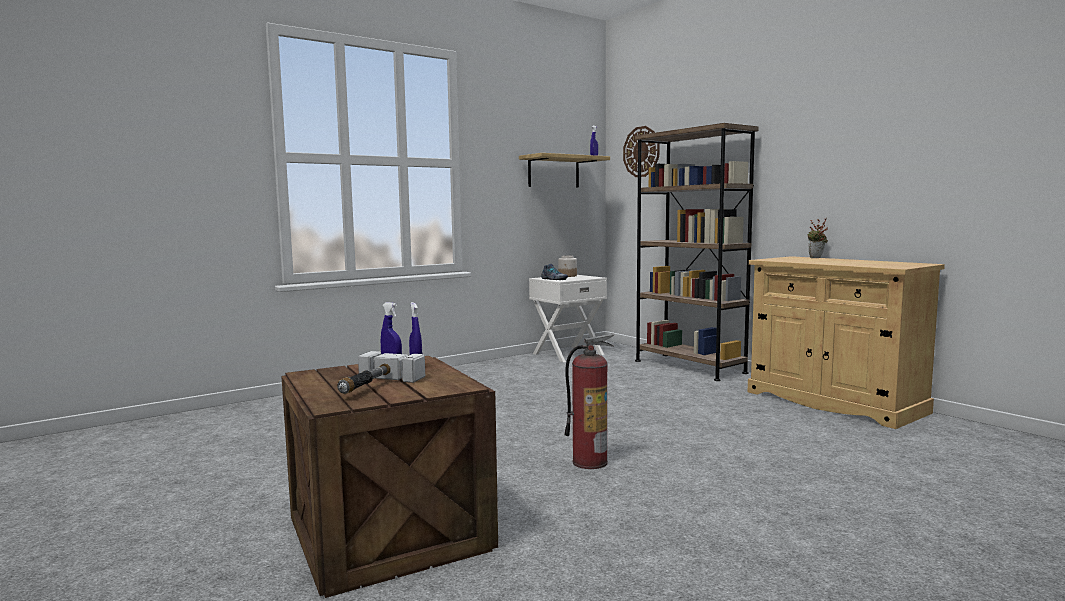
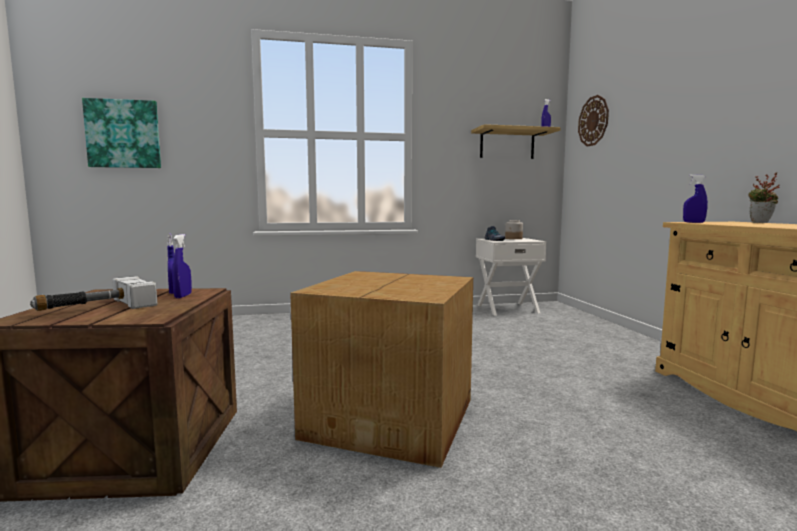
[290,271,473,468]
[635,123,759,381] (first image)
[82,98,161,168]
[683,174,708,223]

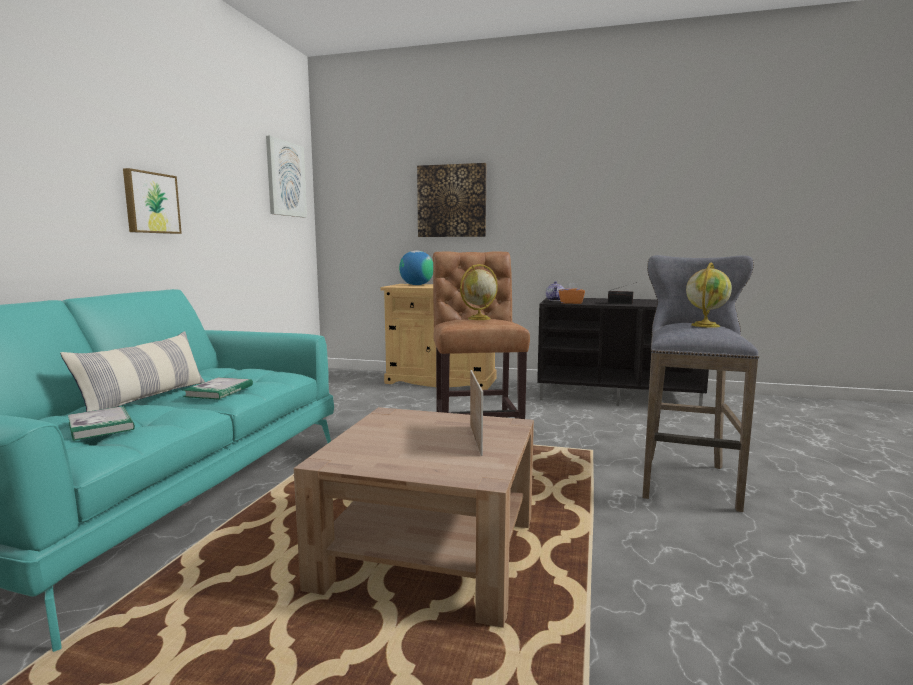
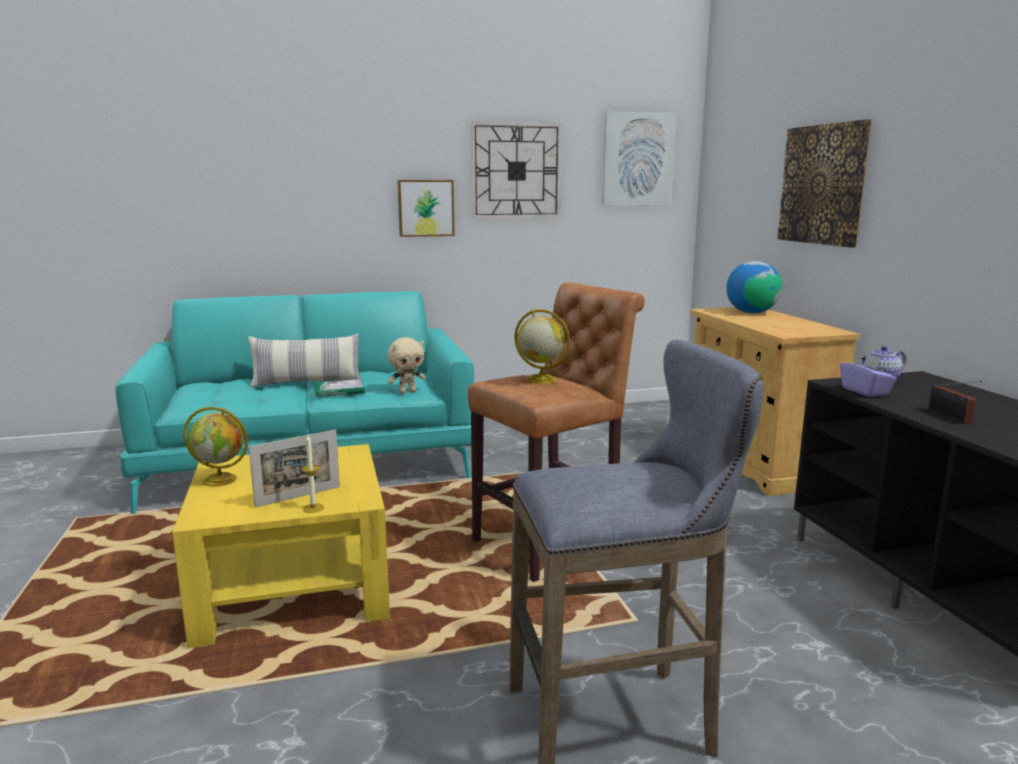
[68,406,135,441] (first image)
[172,444,390,648]
[840,354,897,397]
[184,407,248,487]
[301,435,324,513]
[387,338,426,394]
[471,121,562,219]

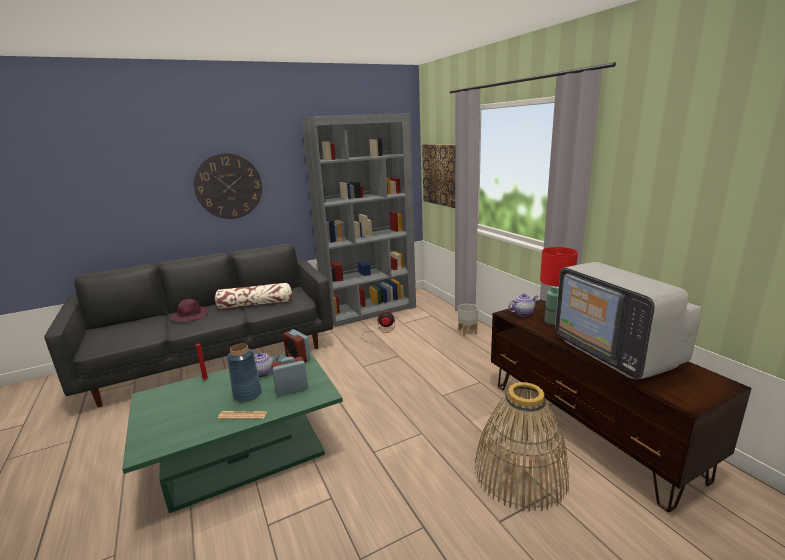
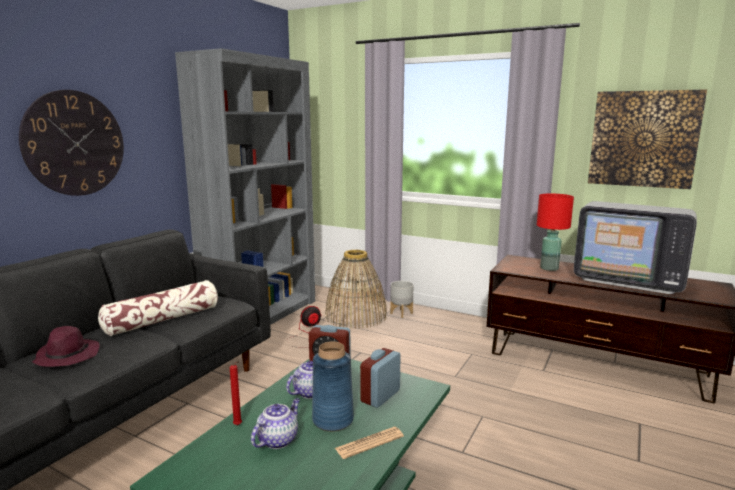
[588,89,707,189]
[325,250,387,329]
[251,398,300,449]

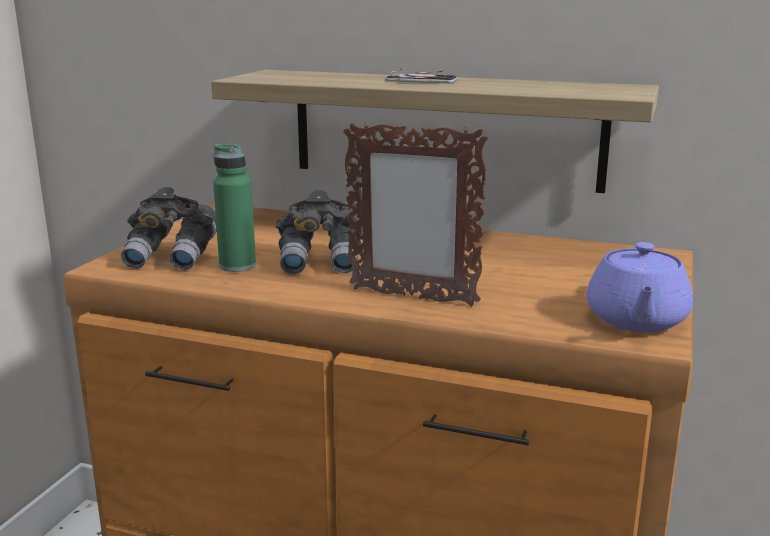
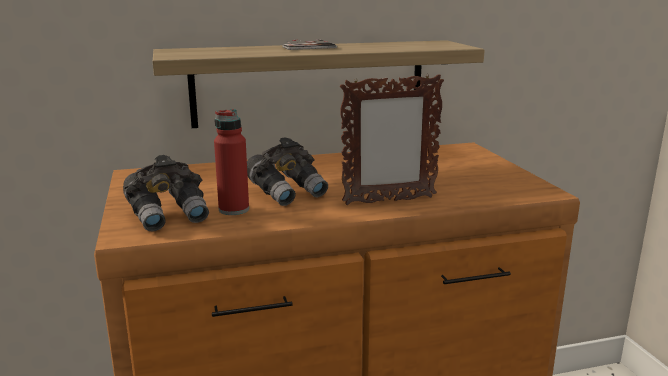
[214,109,249,215]
[587,242,693,332] (first image)

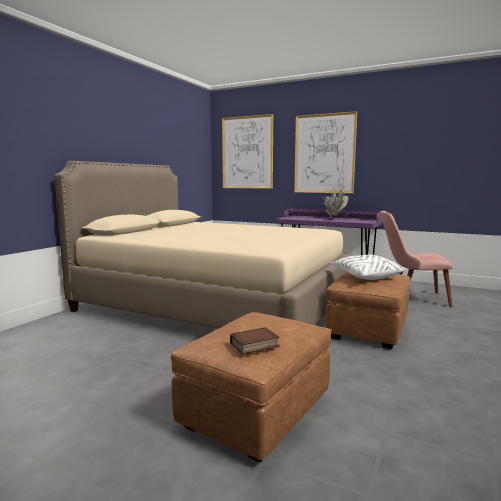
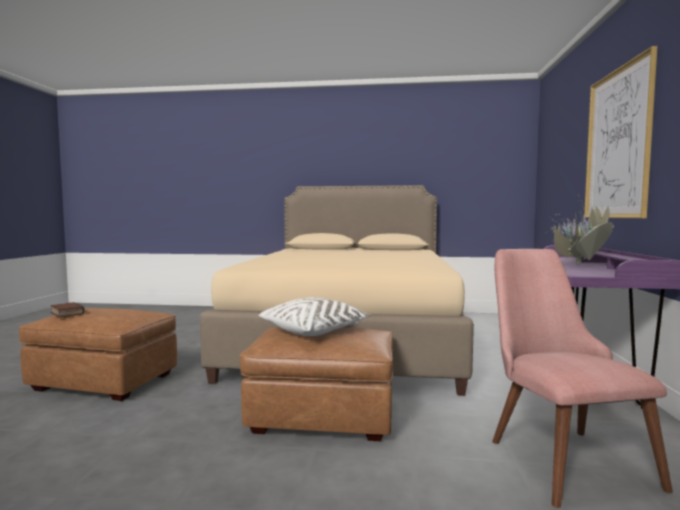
[222,114,273,189] (first image)

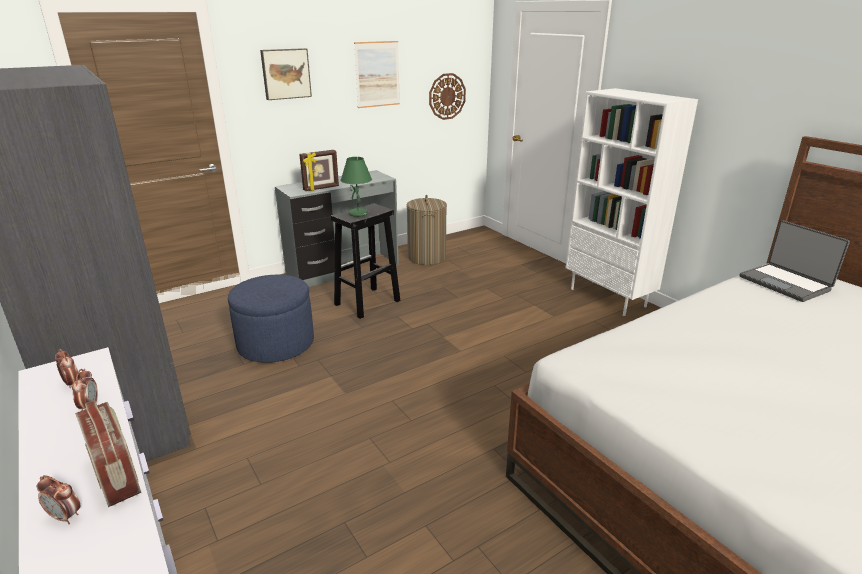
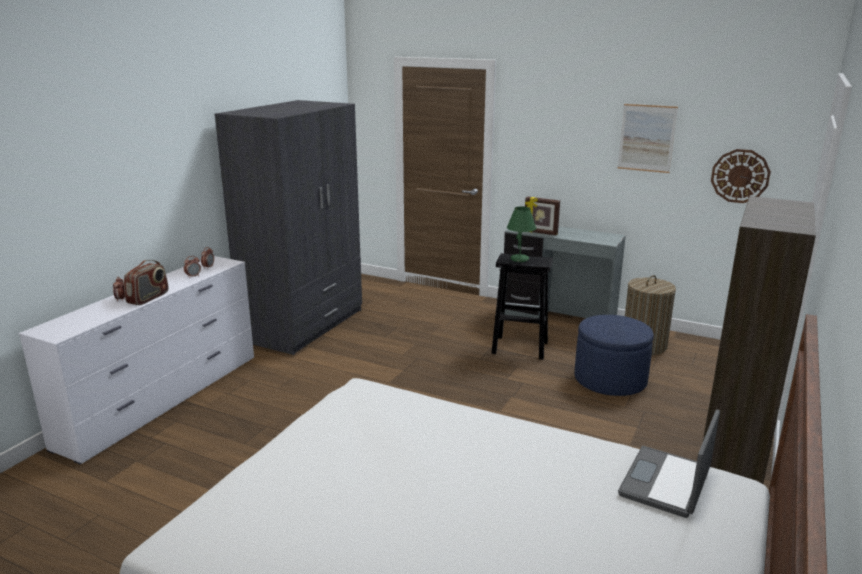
[574,315,654,396]
[260,48,312,100] (first image)
[703,196,816,484]

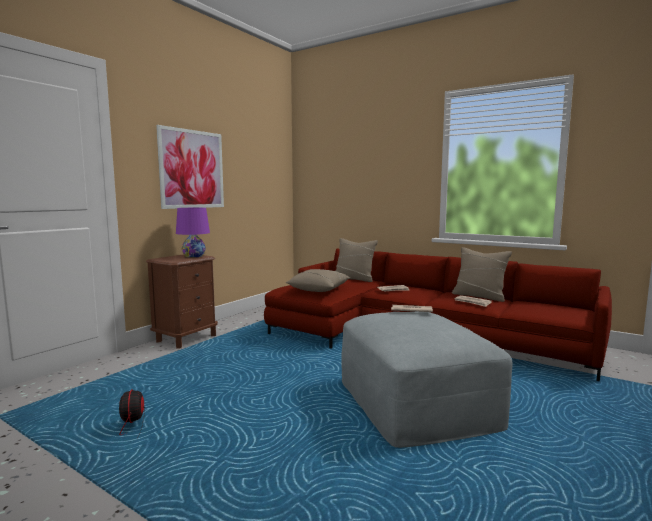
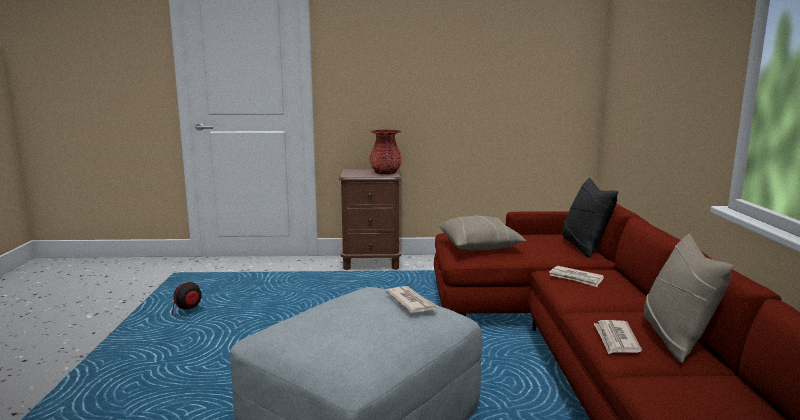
[156,125,224,209] (first image)
[370,130,402,174]
[563,178,618,258]

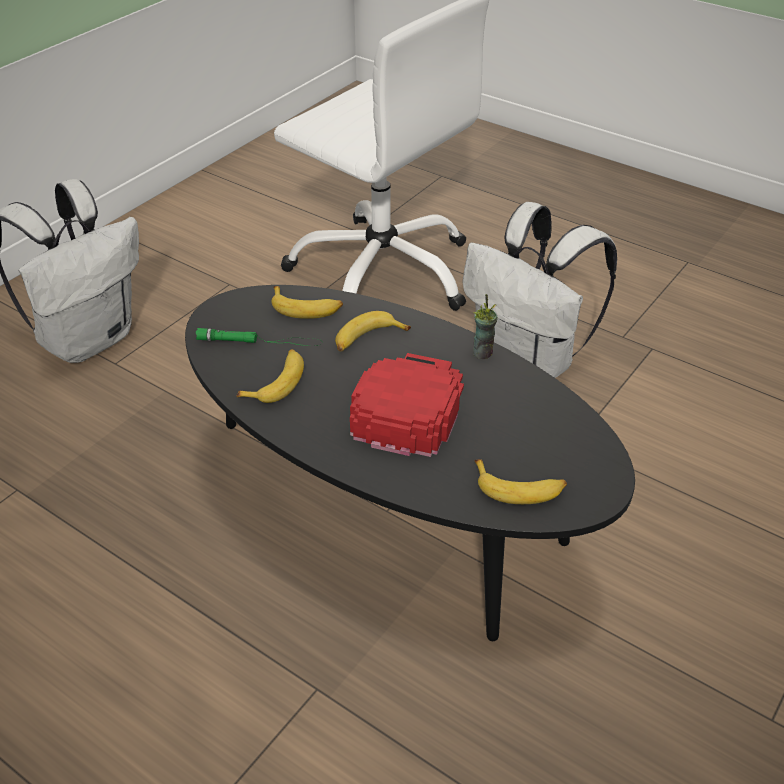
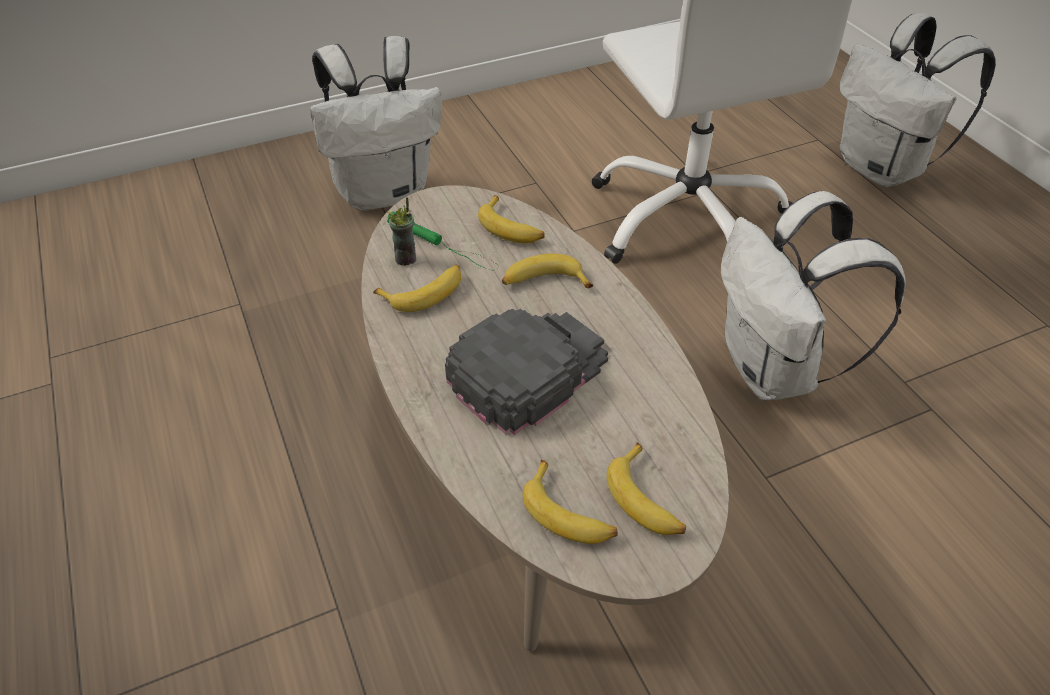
[361,185,729,651]
[445,308,608,435]
[387,197,416,266]
[606,442,686,535]
[840,13,996,187]

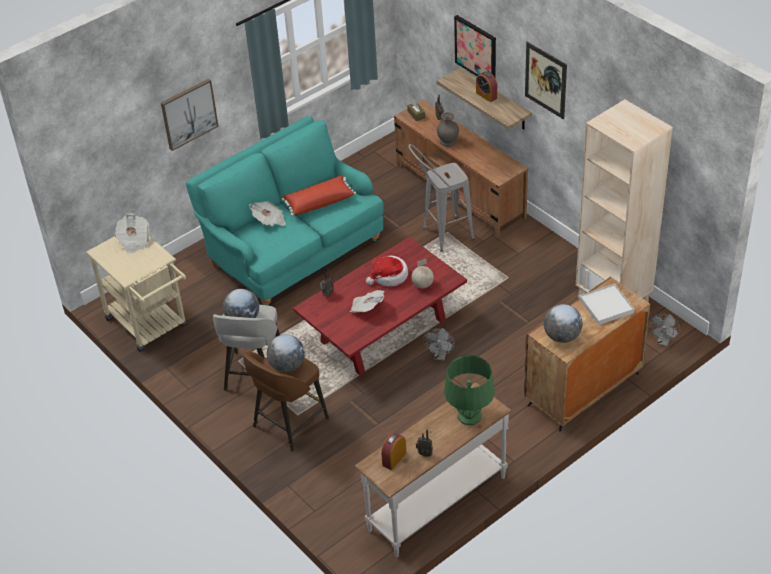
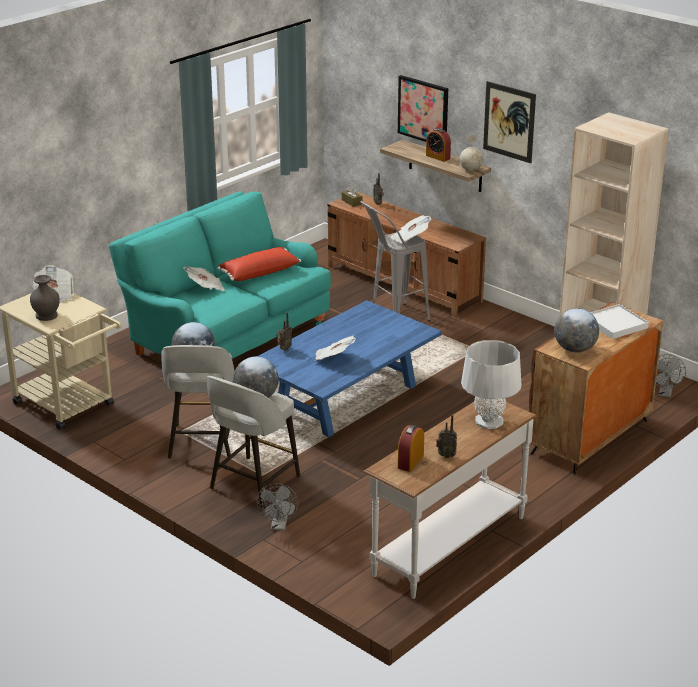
[161,79,219,151] (first image)
[207,376,301,509]
[257,300,442,438]
[366,256,408,286] (first image)
[460,134,483,171]
[256,483,298,531]
[30,275,60,321]
[461,340,522,429]
[390,215,432,244]

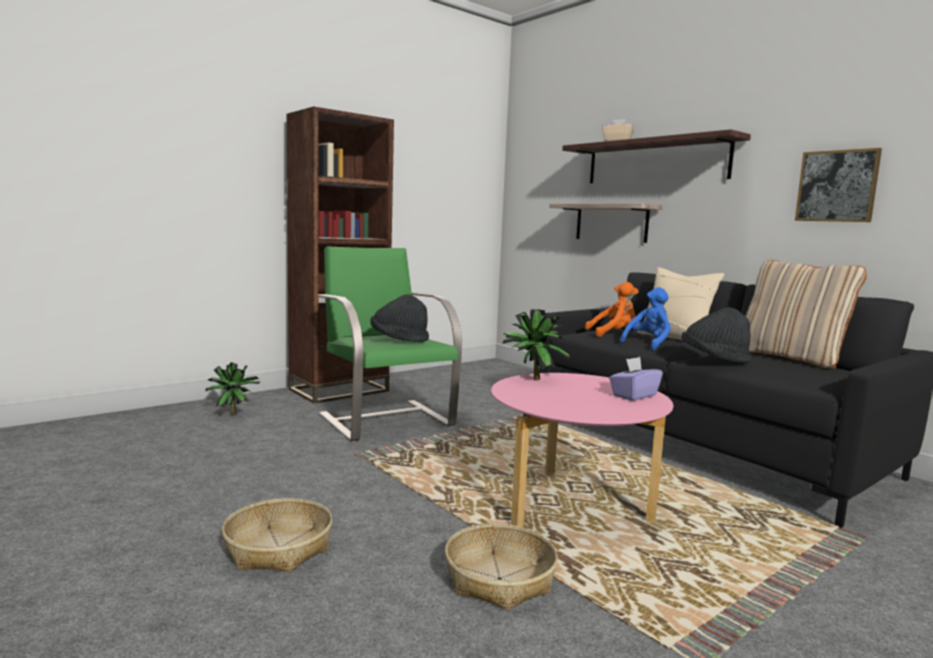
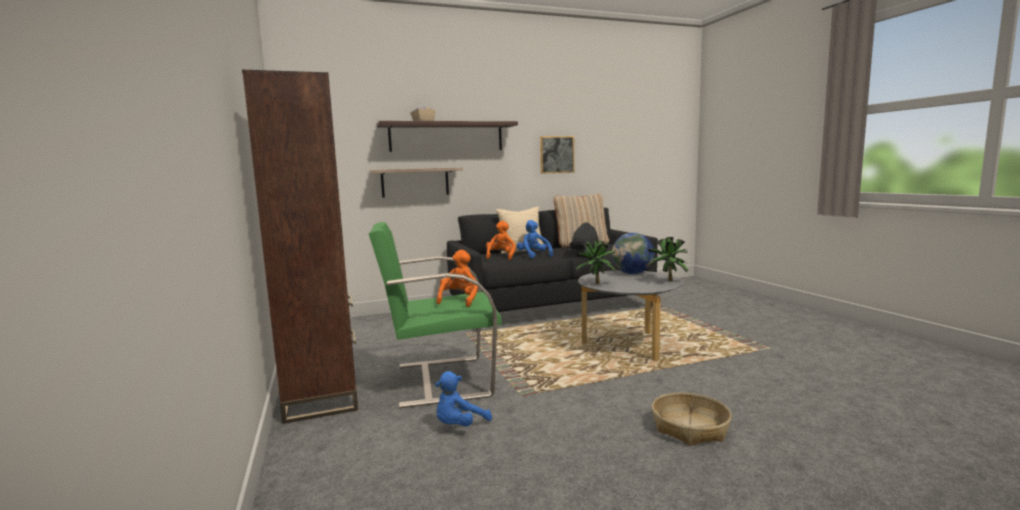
[648,237,689,281]
[436,250,478,307]
[445,523,558,611] (first image)
[578,270,683,361]
[612,233,654,274]
[435,371,492,427]

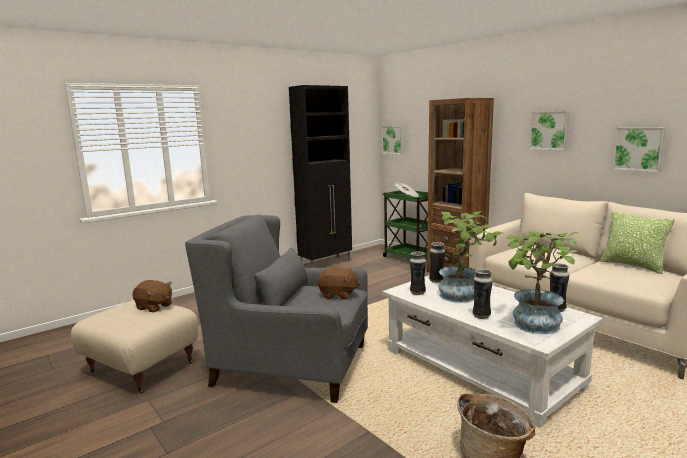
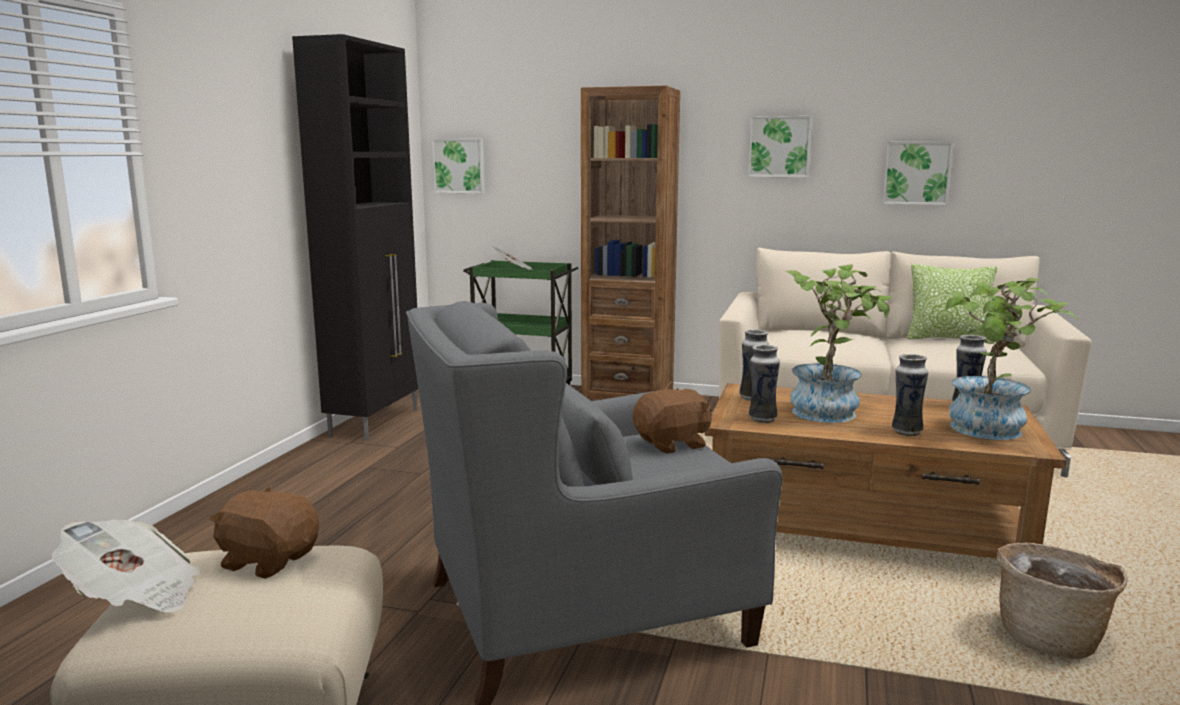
[209,486,319,579]
[705,383,1067,559]
[51,520,201,612]

